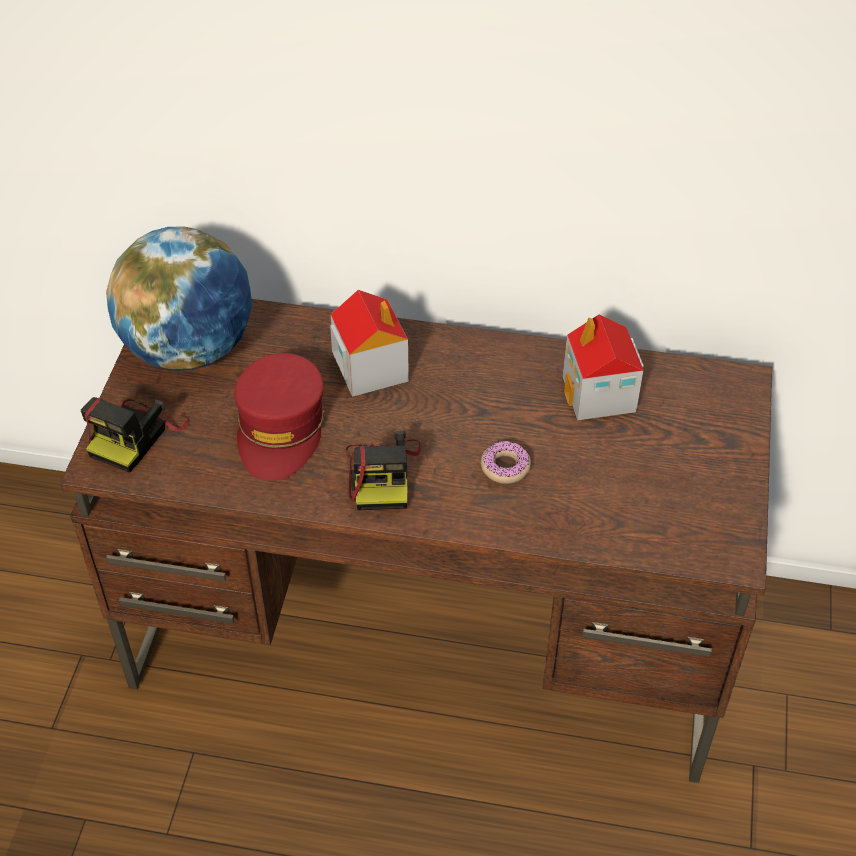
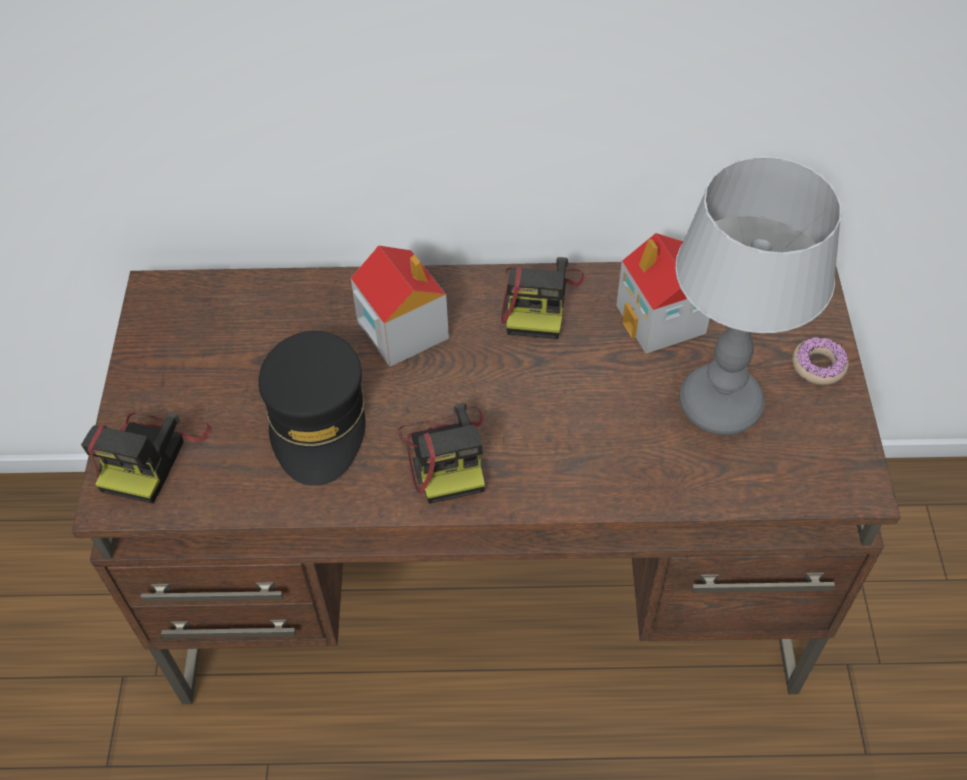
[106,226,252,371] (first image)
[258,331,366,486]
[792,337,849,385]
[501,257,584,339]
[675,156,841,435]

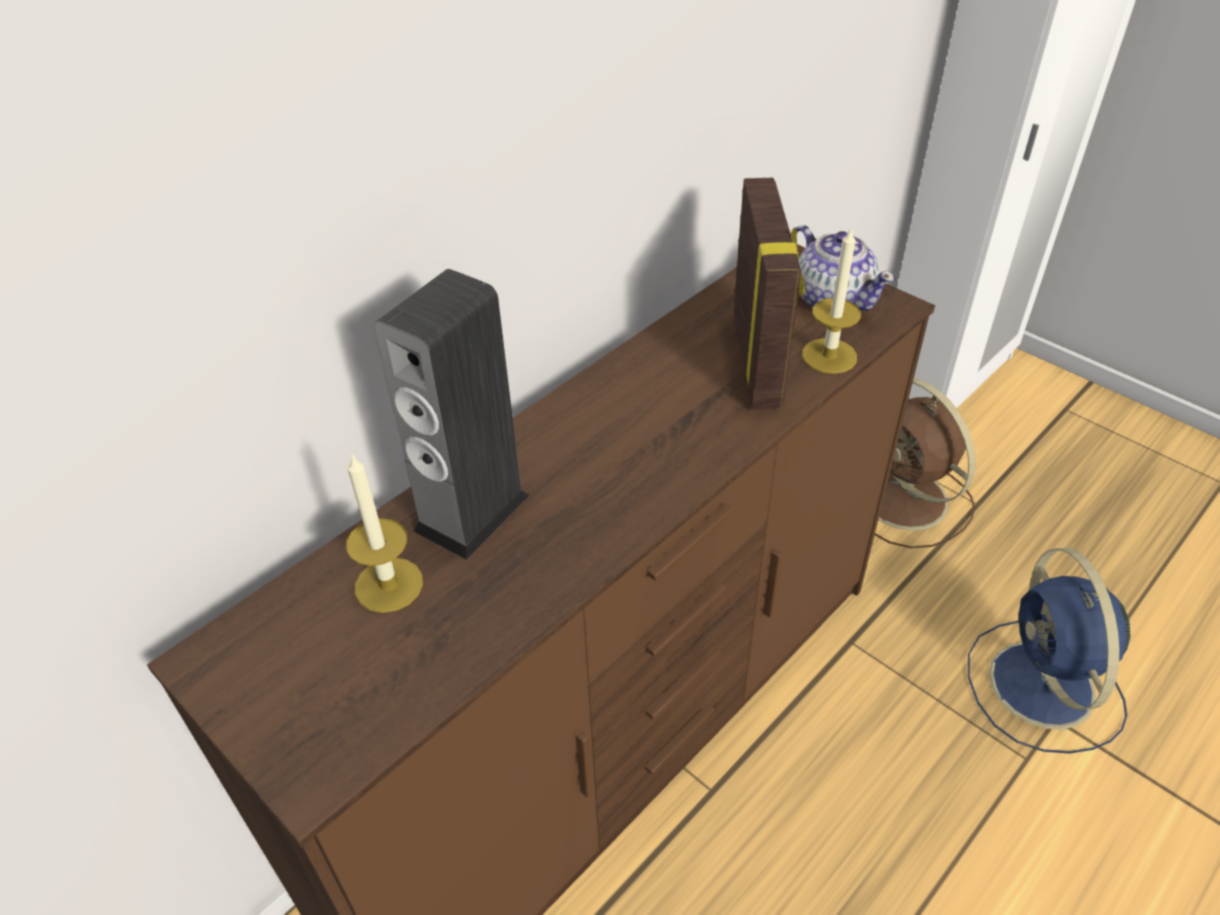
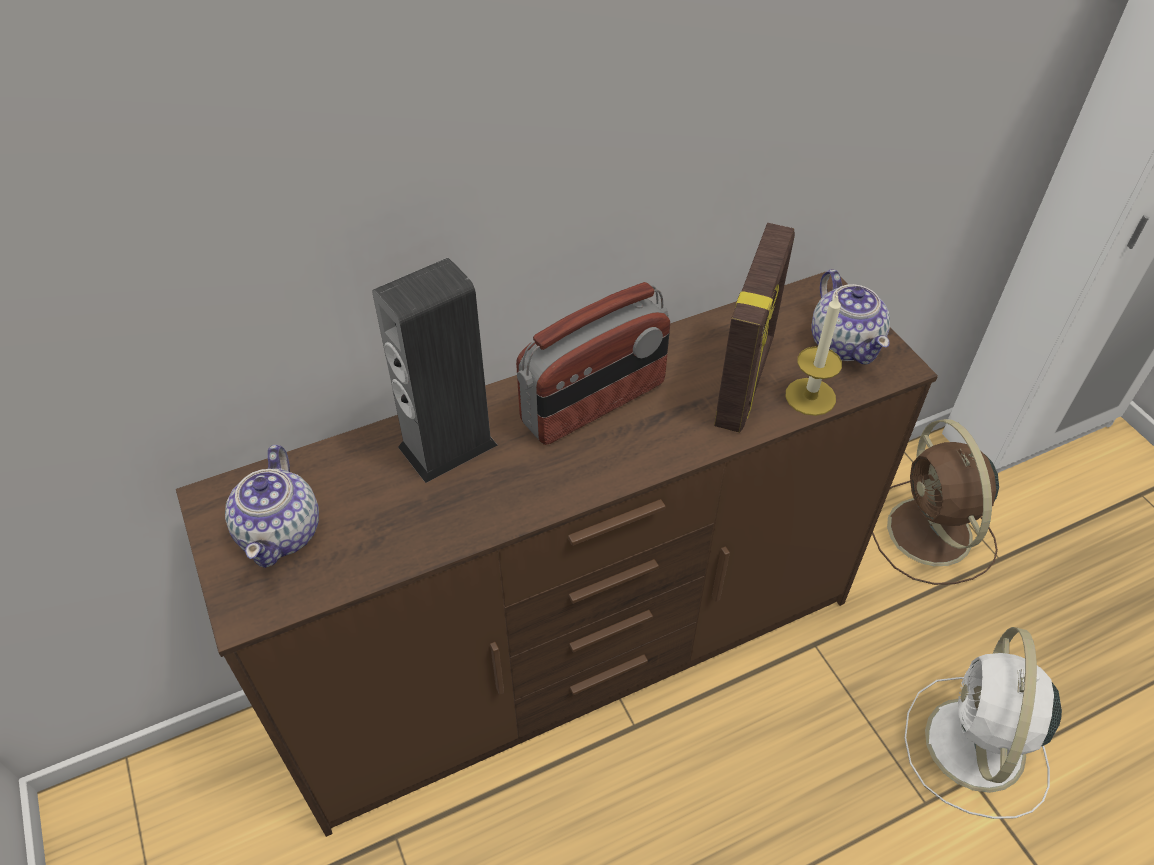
[346,453,423,613] (first image)
[904,627,1062,819]
[225,445,319,568]
[516,282,670,445]

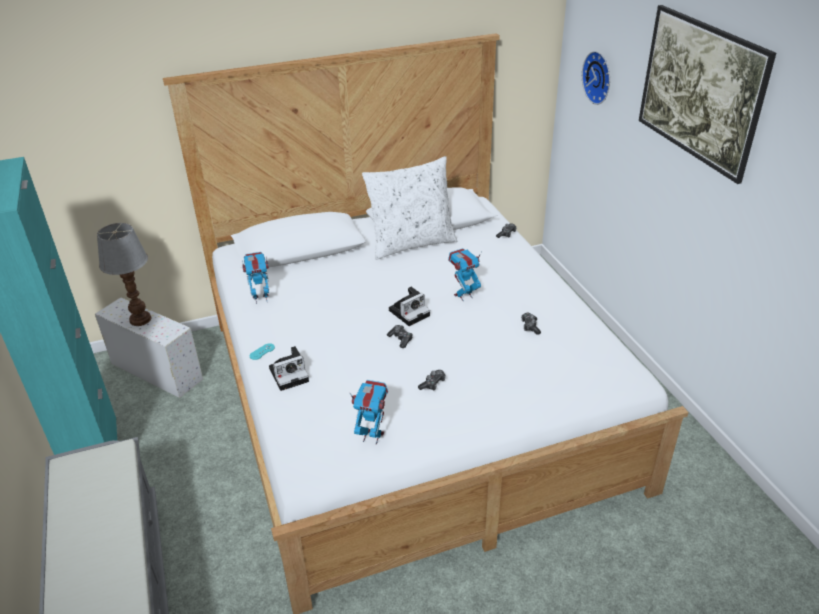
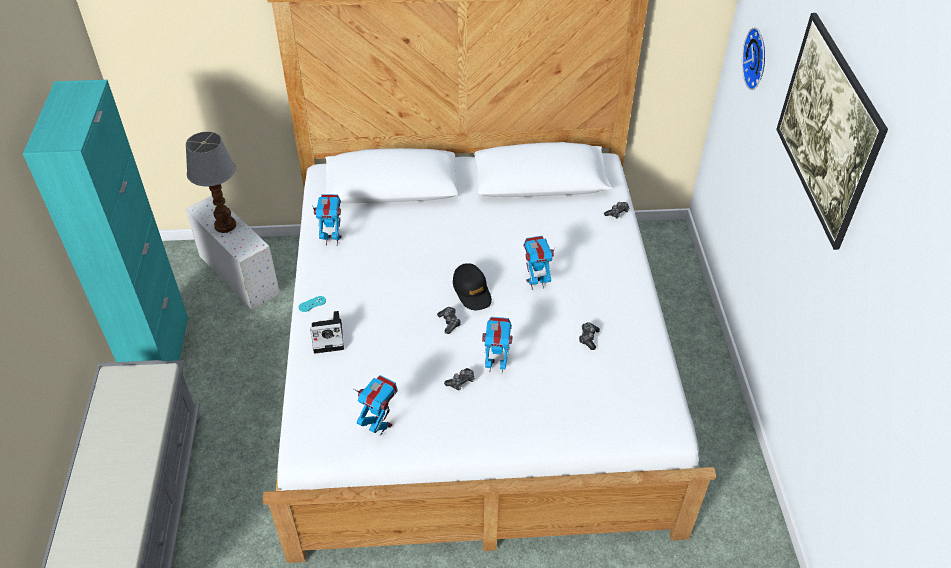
[362,156,457,260] (first image)
[453,263,492,310]
[482,317,512,374]

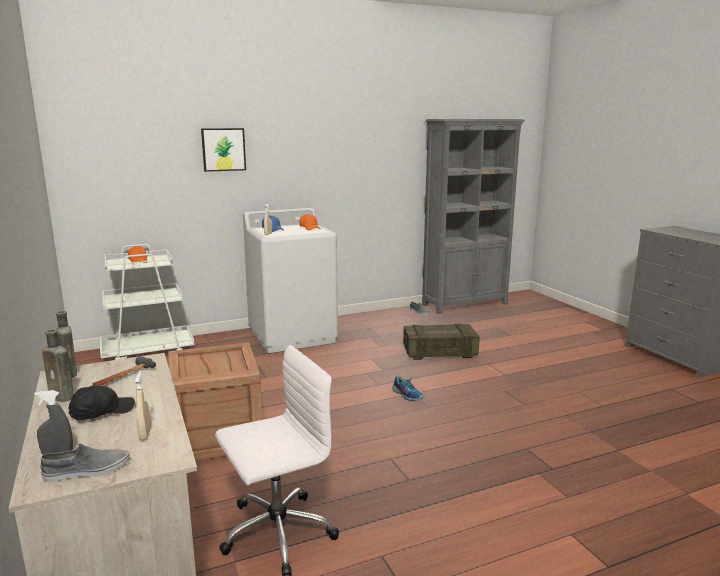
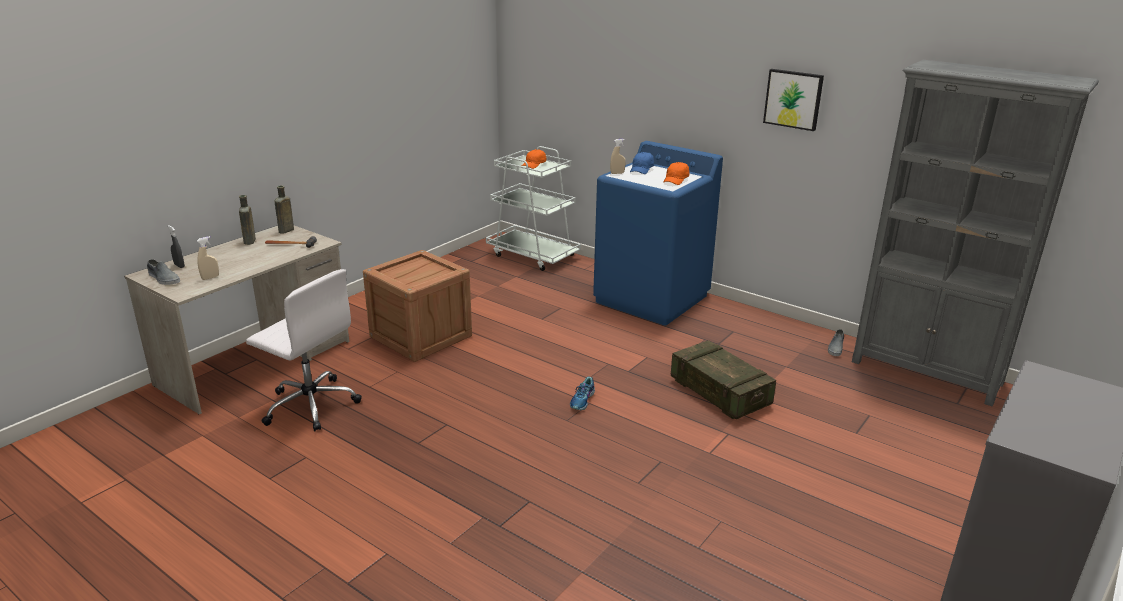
[68,385,135,420] (first image)
[763,69,824,131]
[593,141,723,325]

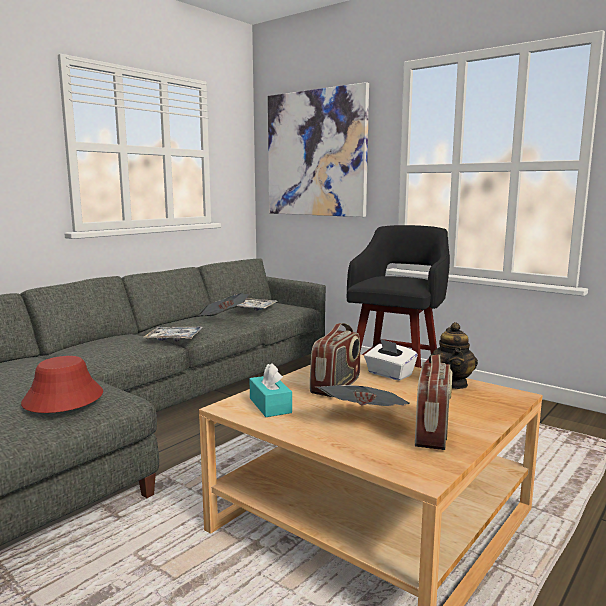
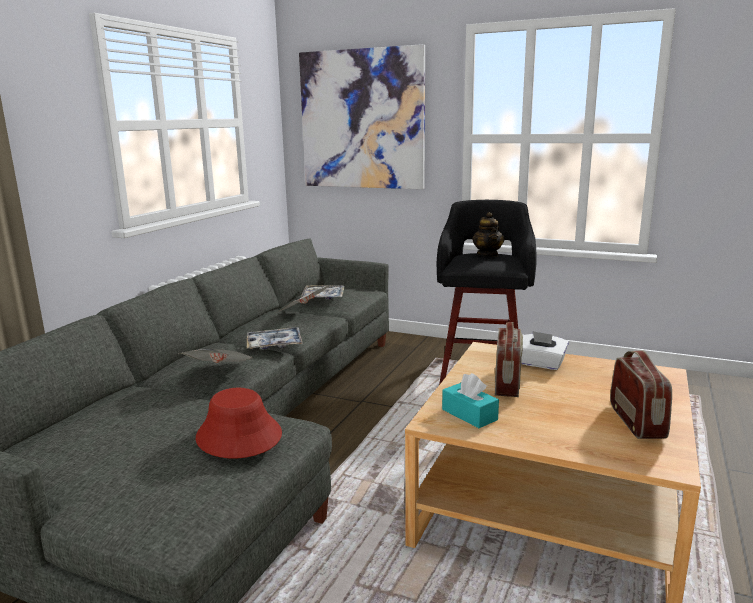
[179,349,253,363]
[473,212,505,257]

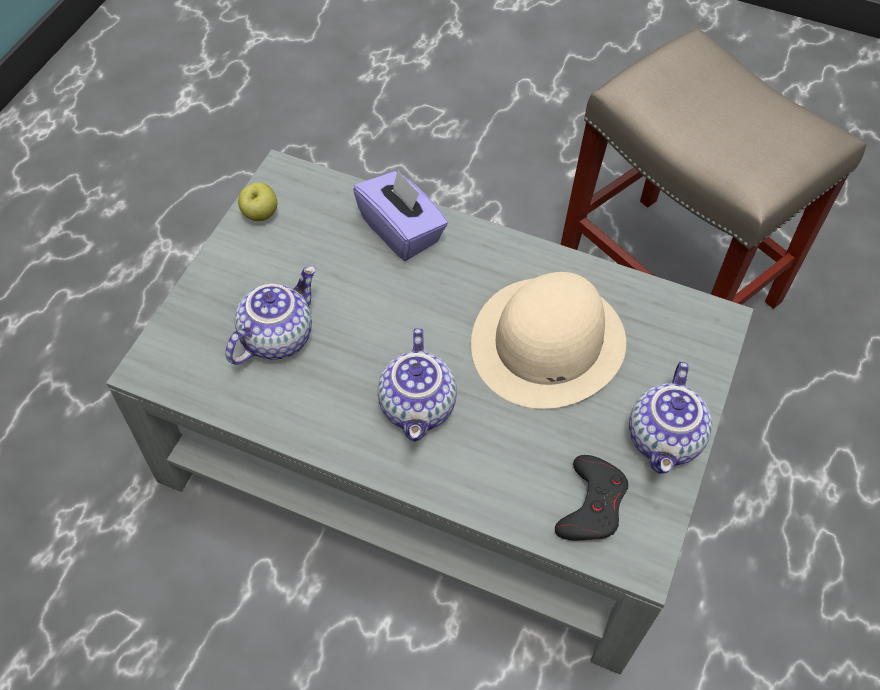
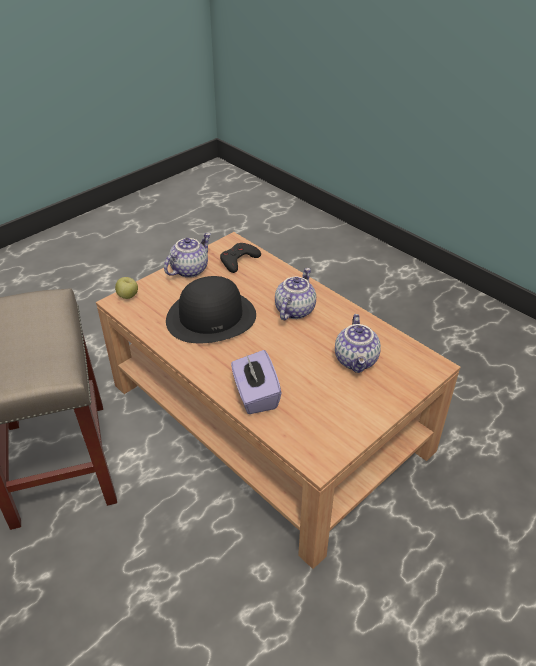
[96,232,460,569]
[335,314,381,373]
[115,277,138,299]
[166,276,256,343]

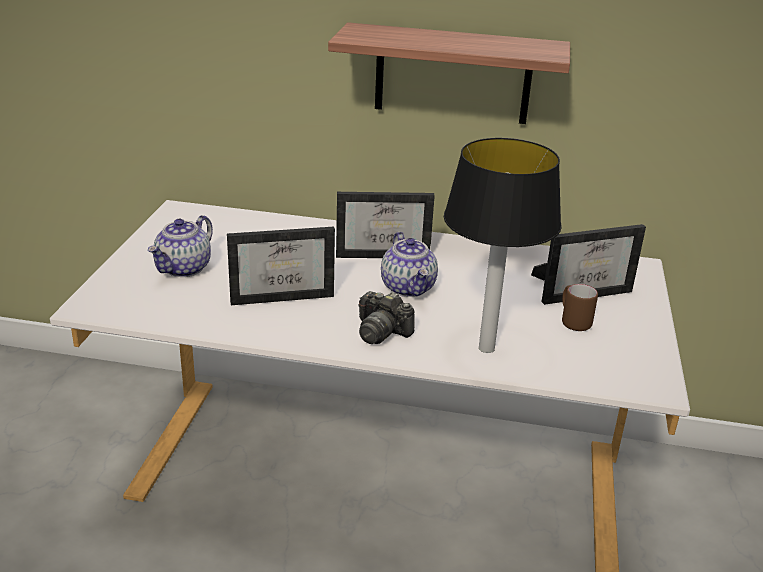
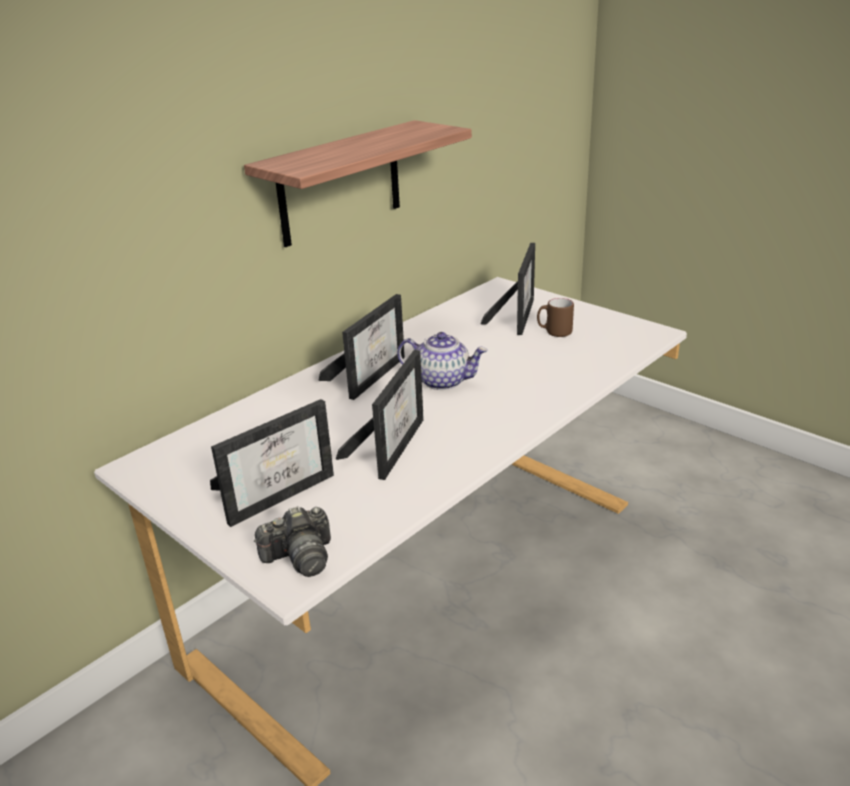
[210,399,334,527]
[254,506,331,577]
[444,138,562,353] (first image)

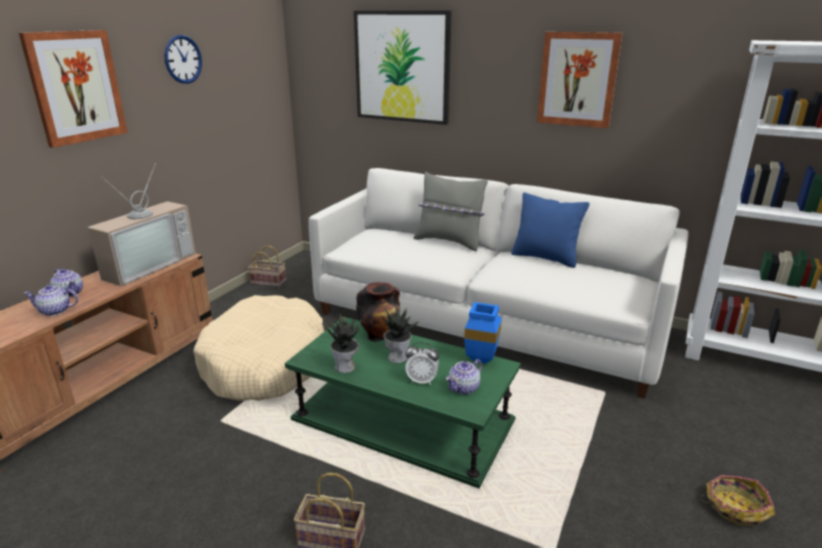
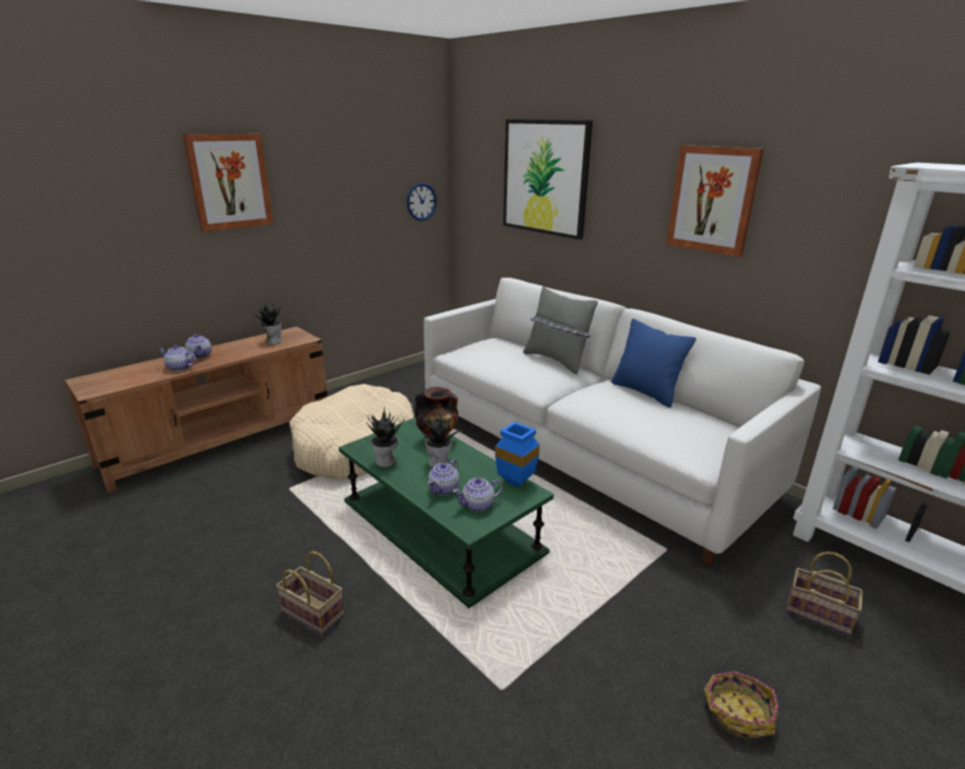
[251,299,282,345]
[407,183,437,221]
[787,552,863,635]
[428,459,459,495]

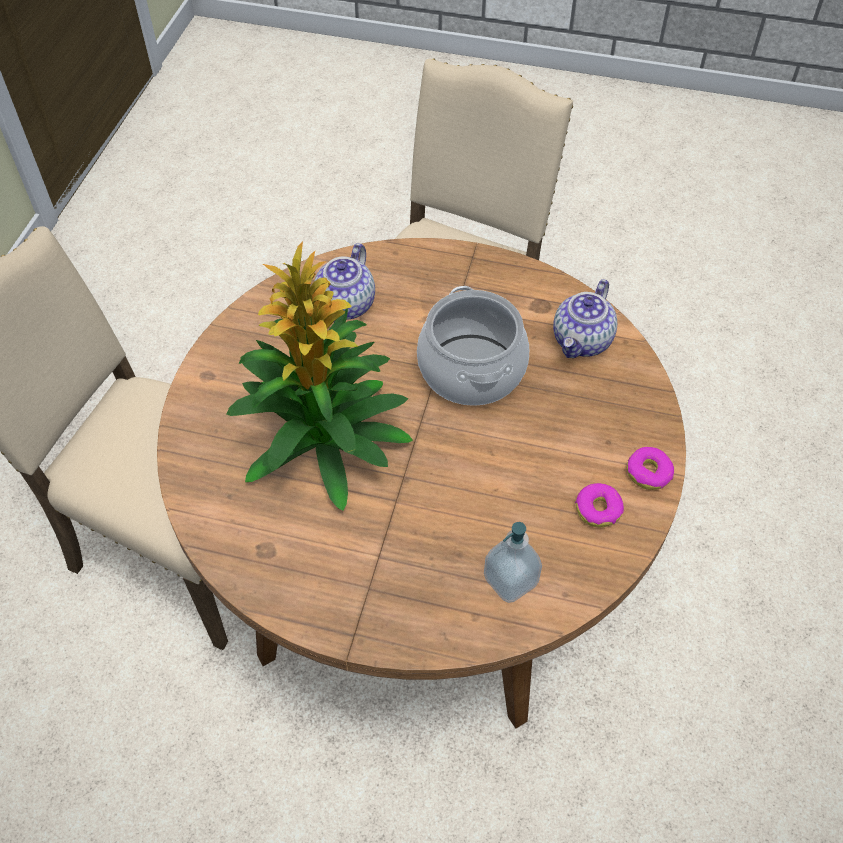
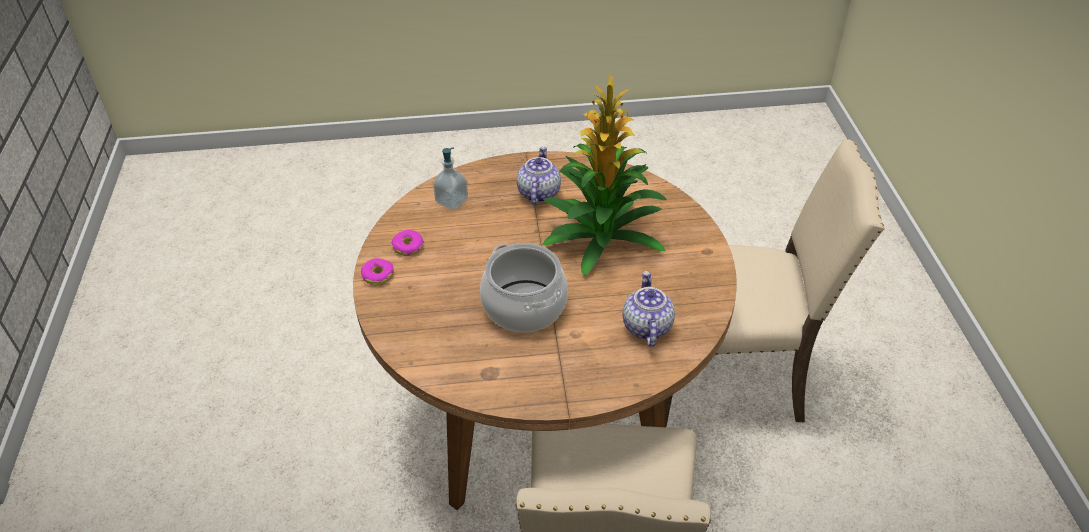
[517,146,561,205]

